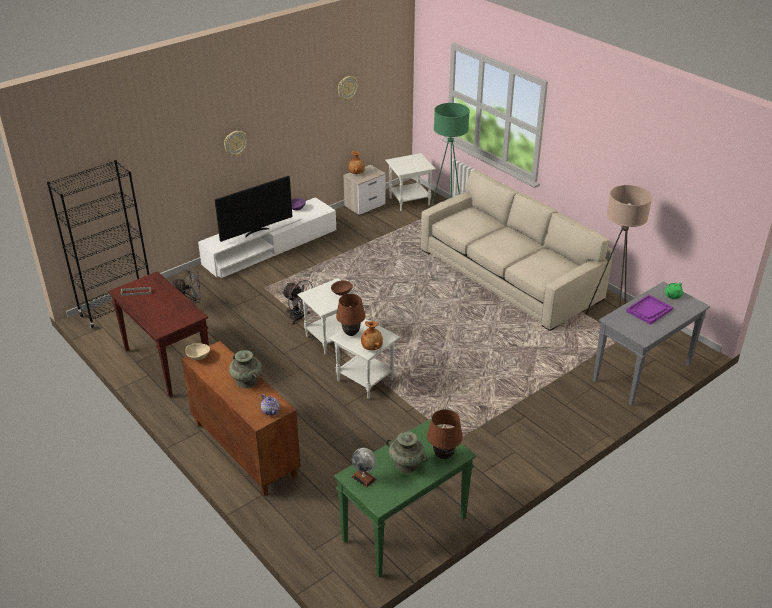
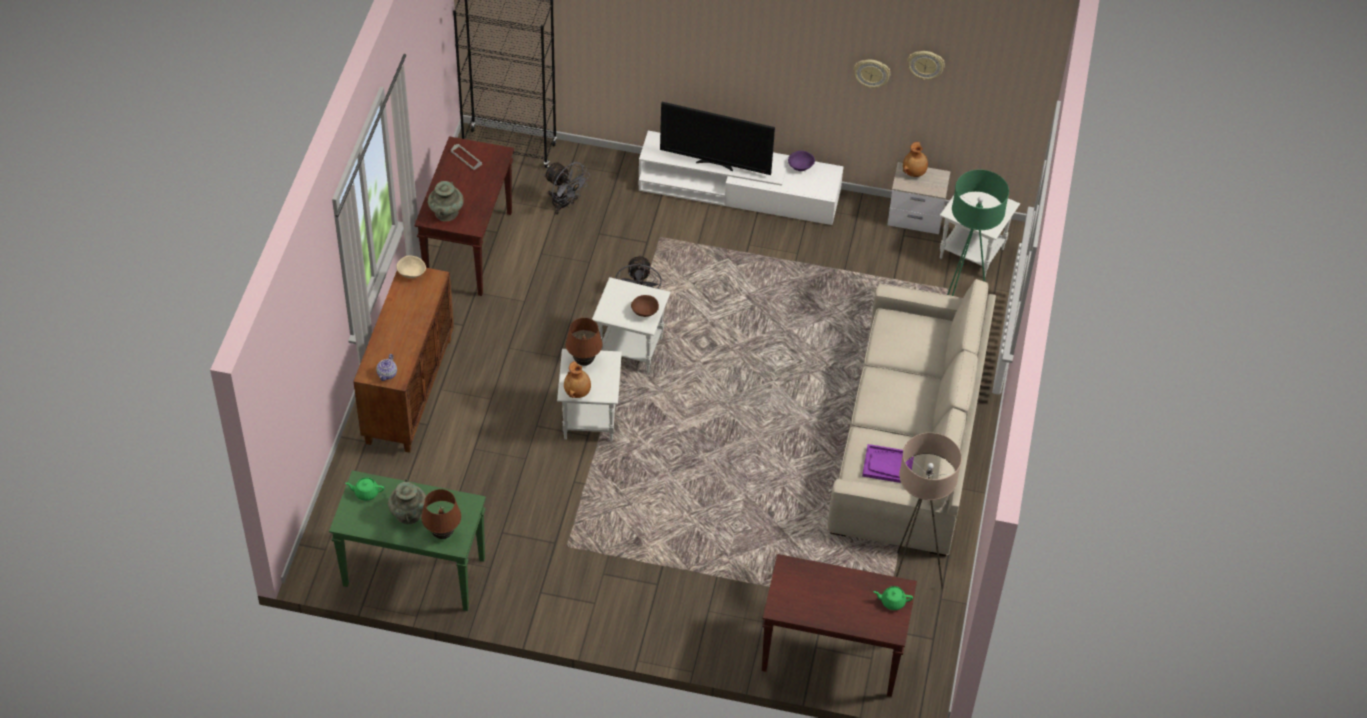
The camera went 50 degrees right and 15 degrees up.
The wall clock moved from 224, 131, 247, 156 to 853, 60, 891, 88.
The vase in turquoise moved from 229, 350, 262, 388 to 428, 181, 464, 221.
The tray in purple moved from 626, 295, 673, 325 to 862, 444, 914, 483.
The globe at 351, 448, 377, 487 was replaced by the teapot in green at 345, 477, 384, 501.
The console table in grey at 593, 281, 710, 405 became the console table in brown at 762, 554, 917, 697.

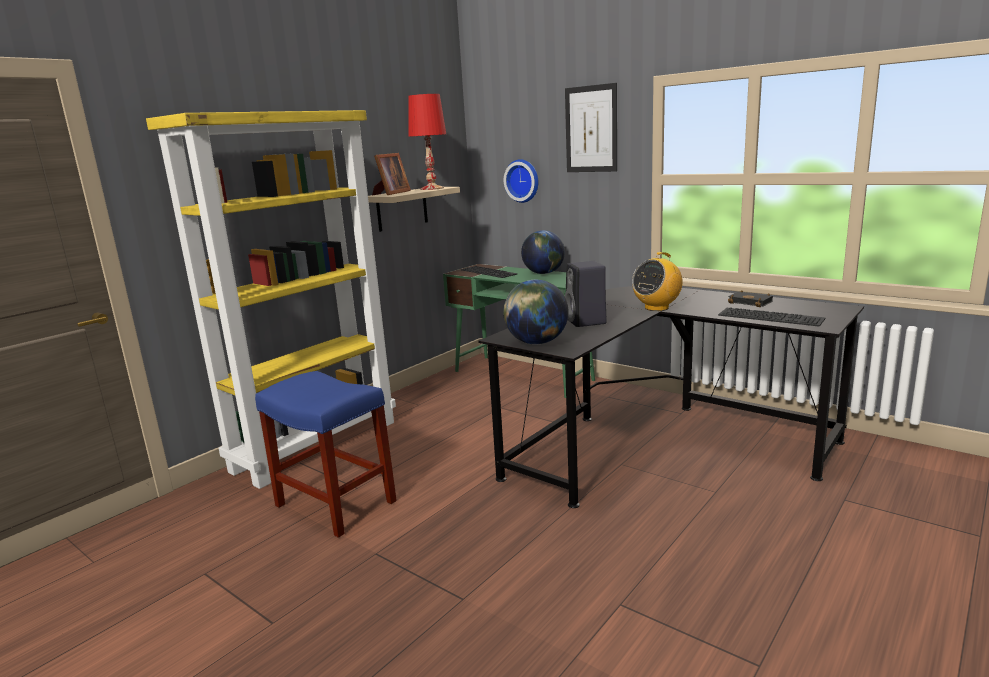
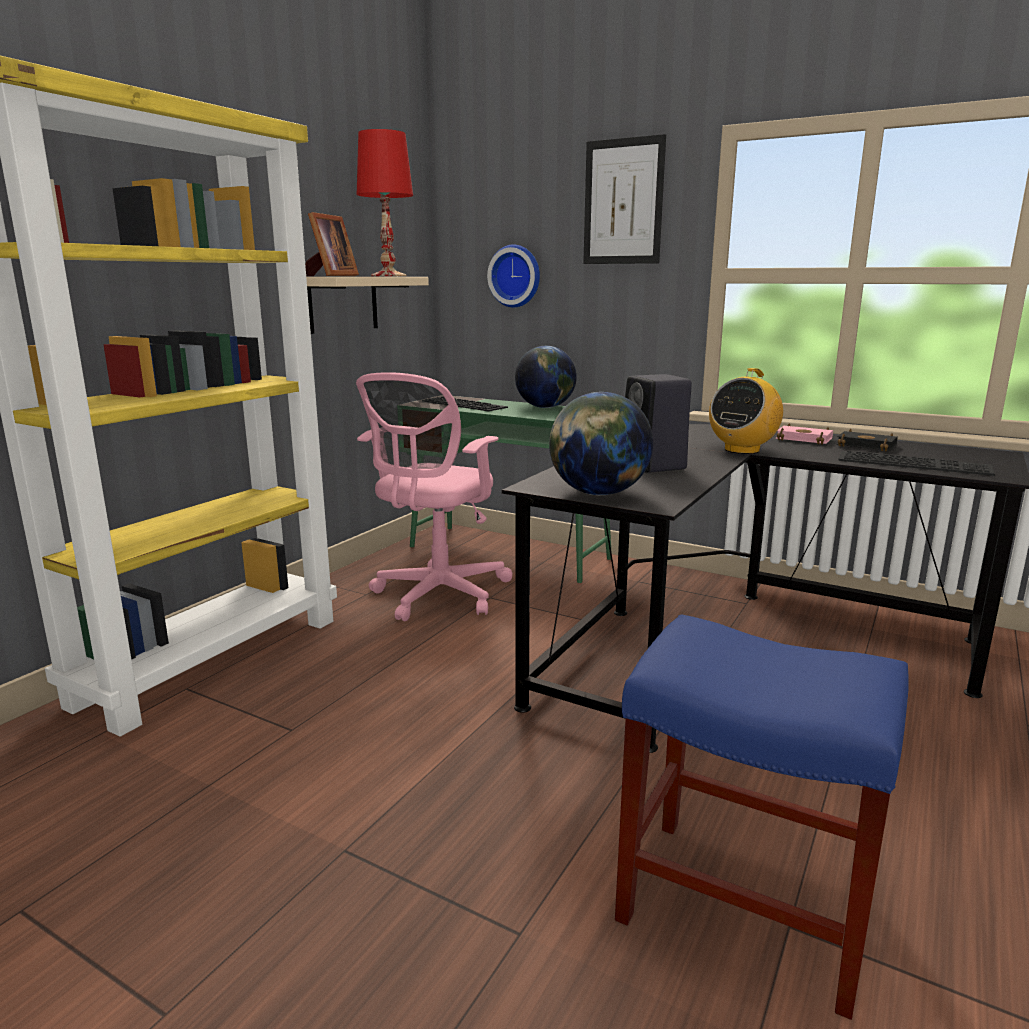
The camera went 10 degrees left and 0 degrees up.
The office chair in pink at 356, 372, 513, 621 appeared.
The book in pink at 776, 424, 833, 445 appeared.
The stool in blue moved from 255, 371, 397, 538 to 615, 614, 909, 1020.

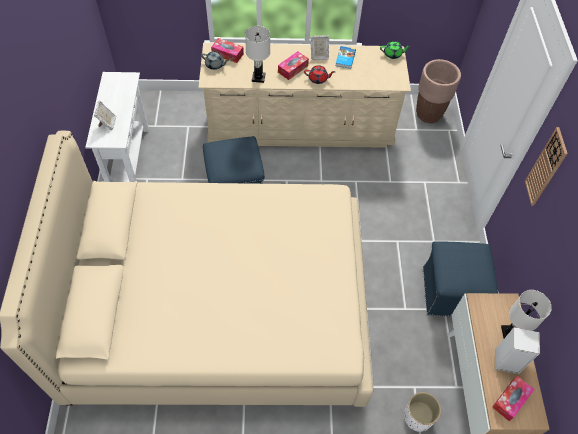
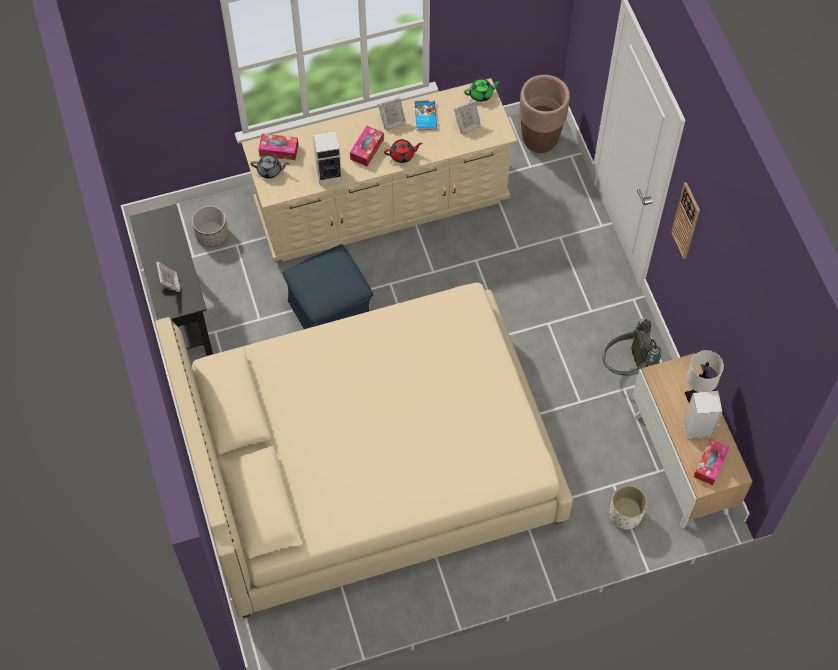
The camera went 15 degrees left and 5 degrees up.
The planter at 192, 206, 228, 247 appeared.
The picture frame at 454, 100, 481, 134 appeared.
The table lamp in white at 245, 26, 270, 83 was replaced by the speaker at 313, 131, 342, 185.
The ottoman in blue at 423, 241, 498, 316 was replaced by the backpack in grey at 602, 318, 661, 376.
The console table in white at 85, 72, 149, 182 became the console table in black at 129, 204, 213, 355.

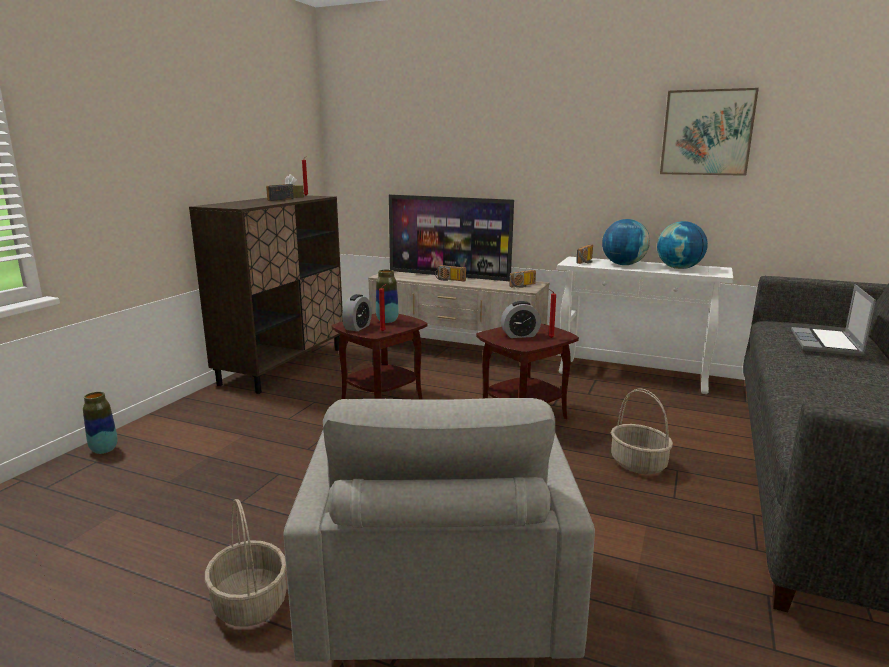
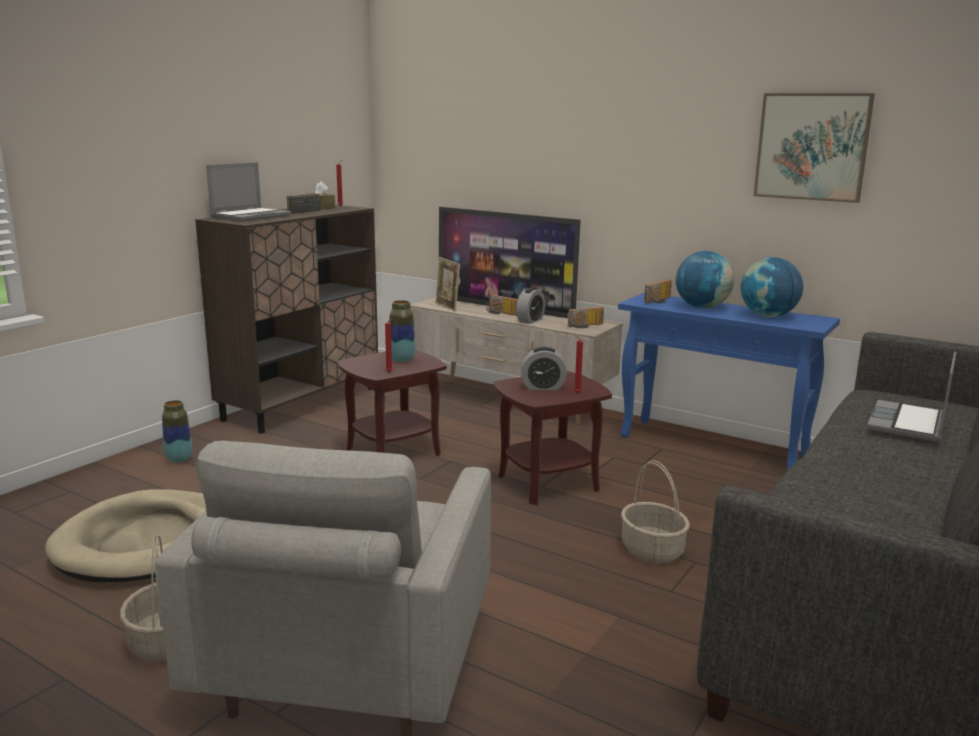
The camera went 10 degrees right and 0 degrees up.
The dog bed in beige at 45, 489, 206, 582 appeared.
The laptop at 206, 162, 291, 222 appeared.
The picture frame at 435, 257, 460, 312 appeared.
The vase moved from 83, 392, 117, 454 to 162, 400, 192, 463.
The alarm clock moved from 342, 294, 372, 331 to 516, 287, 545, 324.
The console table in white at 557, 257, 733, 394 became the console table in blue at 618, 293, 840, 470.

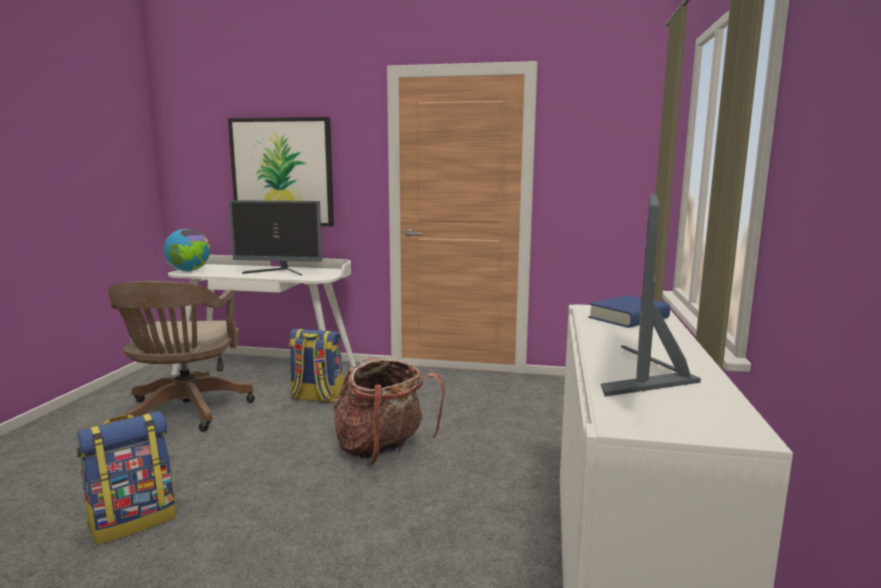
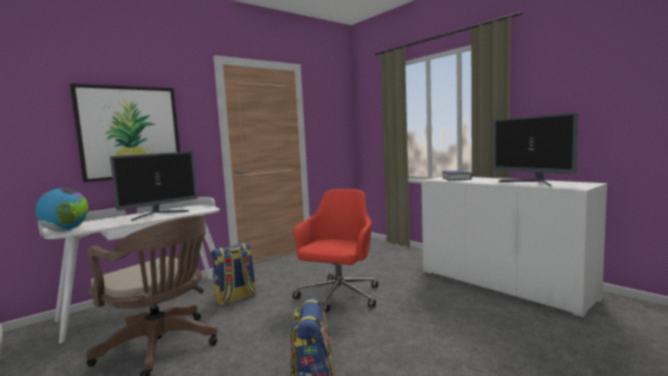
The camera went 50 degrees left and 5 degrees down.
The backpack at 333, 357, 445, 466 was replaced by the office chair in red at 293, 189, 378, 312.

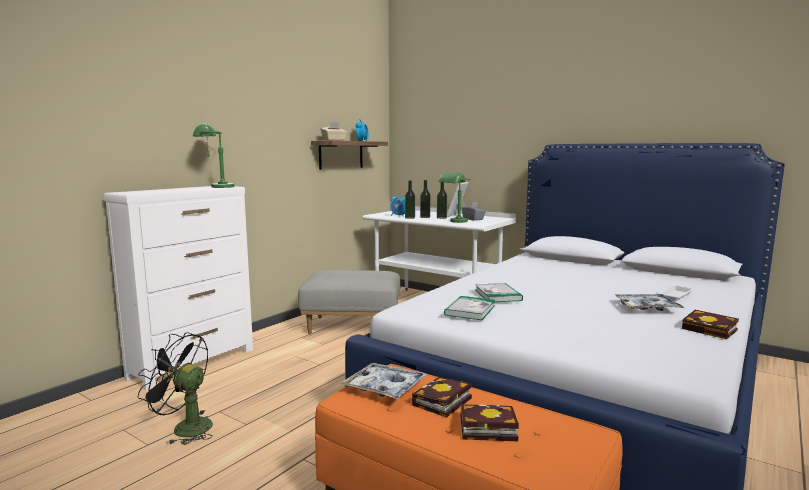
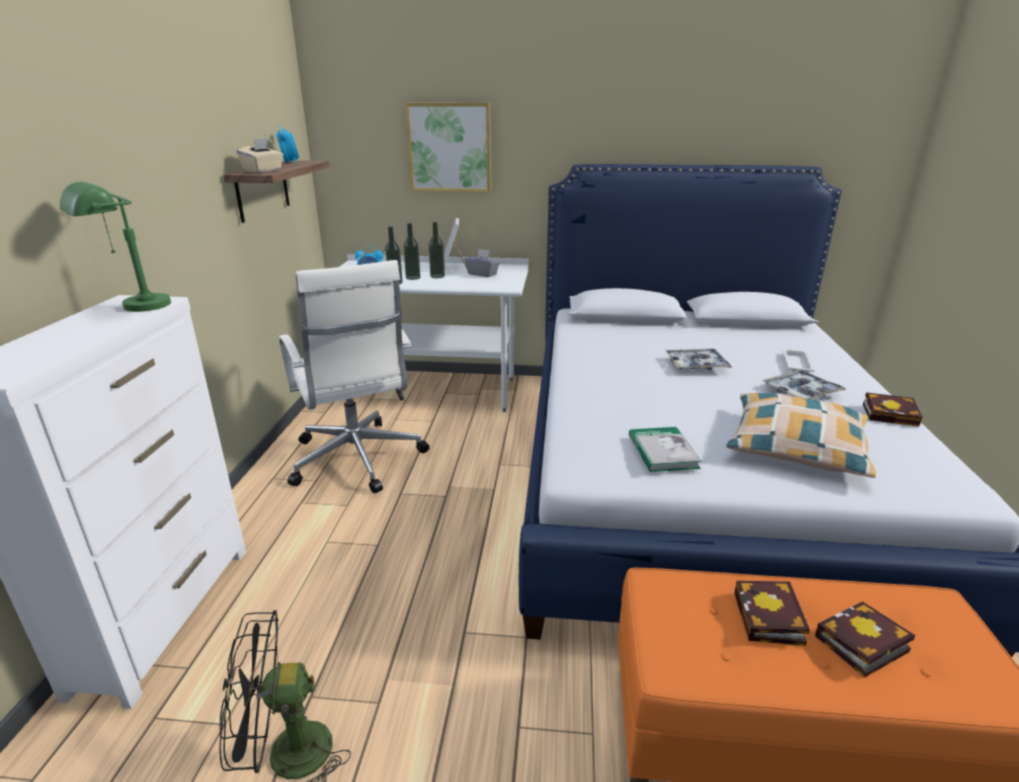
The camera went 30 degrees left and 15 degrees up.
The table lamp in green at 438, 172, 471, 223 disappeared.
The book at 475, 283, 523, 302 disappeared.
The picture at 405, 103, 491, 192 appeared.
The pillow at 726, 393, 876, 478 appeared.
The tray moved from 340, 363, 428, 399 to 665, 349, 732, 370.
The ottoman in grey at 298, 270, 400, 335 was replaced by the office chair in white at 279, 260, 430, 493.

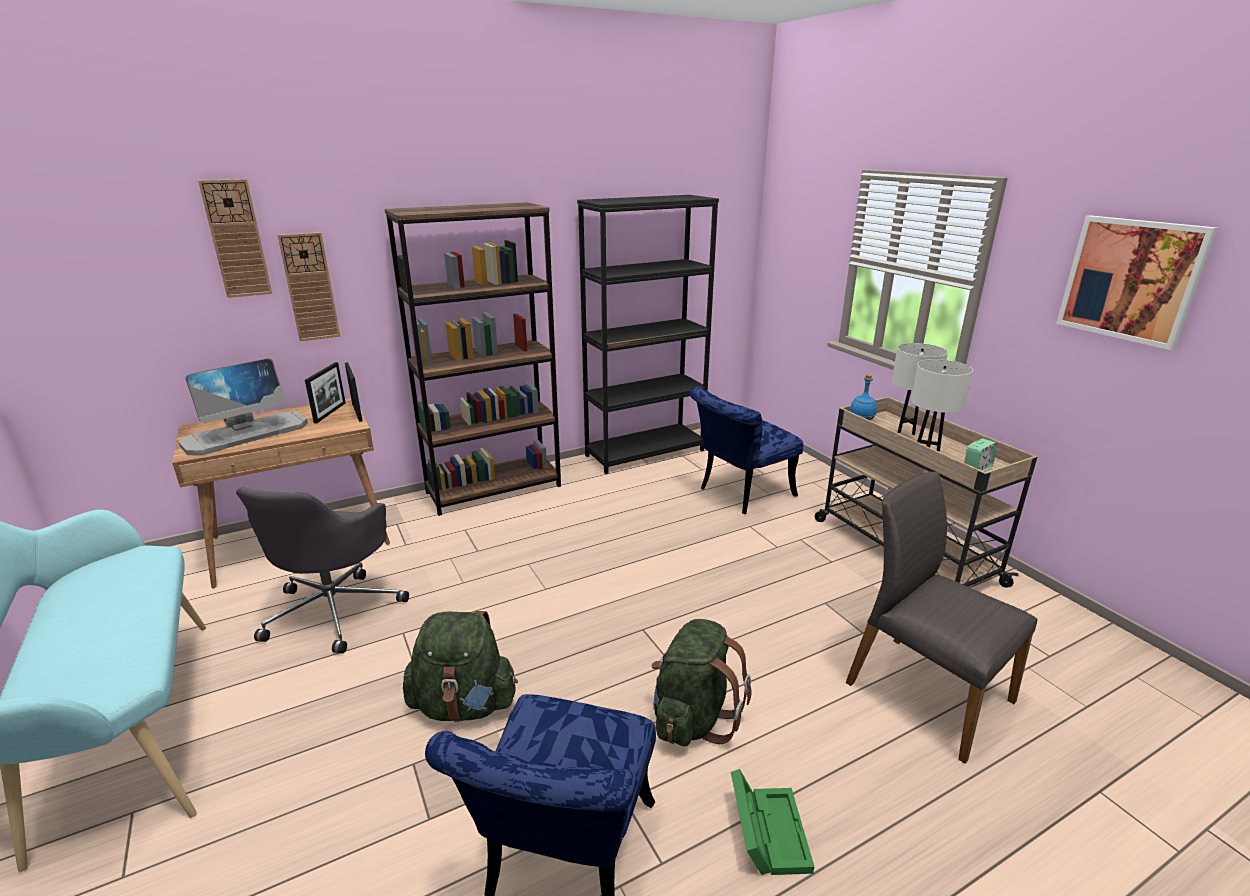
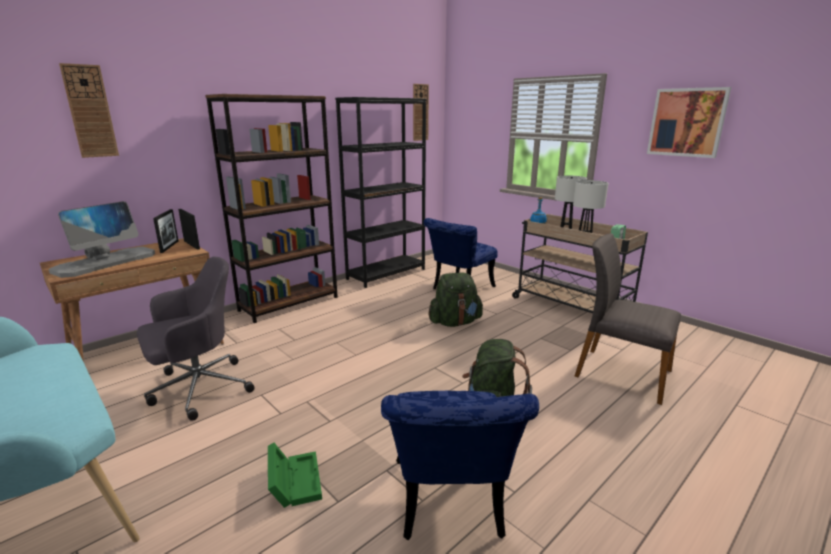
The camera went 15 degrees left and 5 degrees down.
The wall clock moved from 278, 232, 340, 341 to 413, 84, 429, 141.
The backpack in green moved from 403, 611, 518, 722 to 428, 272, 483, 327.
The storage box in green moved from 731, 769, 814, 875 to 268, 443, 322, 508.
The office chair in grey at 236, 487, 409, 654 turned 120 degrees counterclockwise.

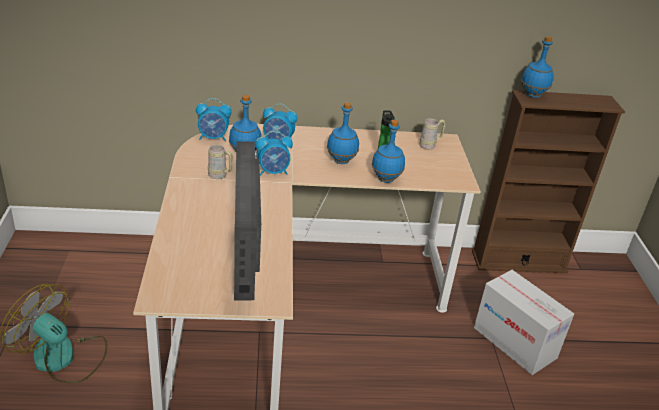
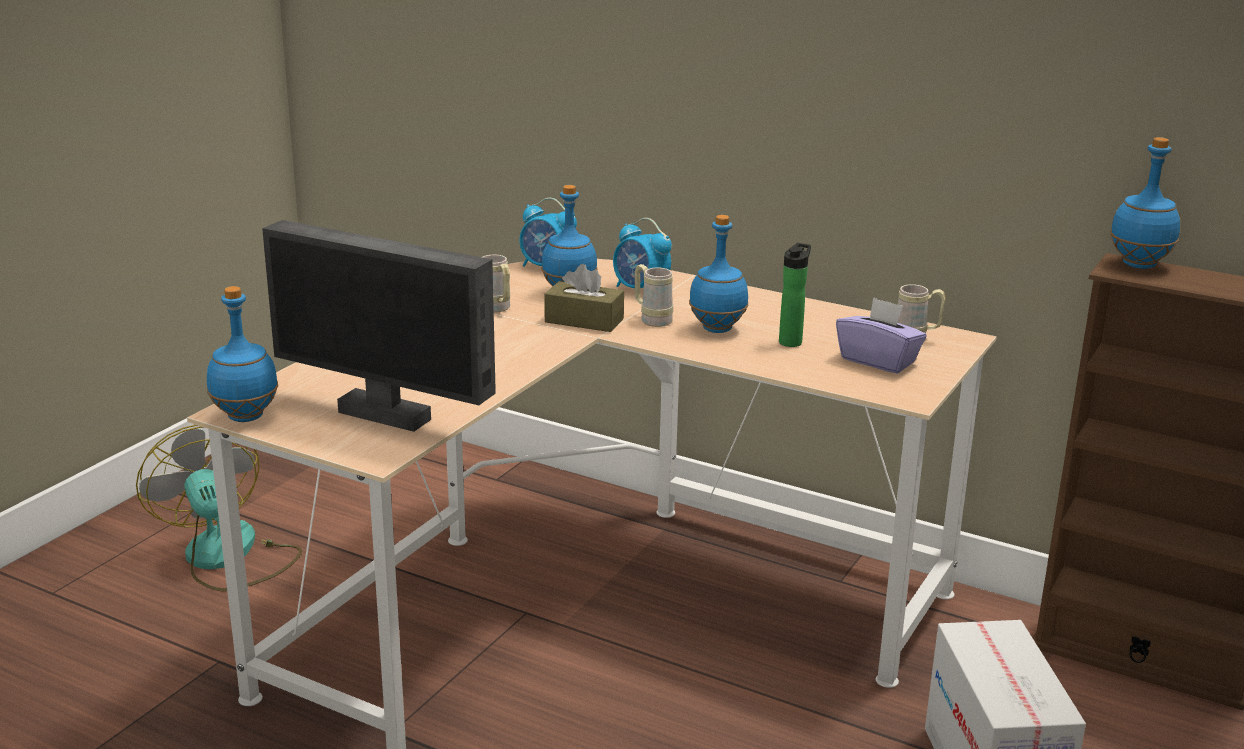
The camera went 35 degrees right and 10 degrees down.
The mug in beige at 634, 264, 673, 327 appeared.
The tissue box in purple at 836, 297, 926, 374 appeared.
The bottle in blue moved from 372, 120, 405, 183 to 207, 286, 278, 422.
The alarm clock at 255, 131, 293, 176 was replaced by the tissue box in brown at 544, 264, 624, 332.
The monitor at 234, 141, 261, 300 turned 90 degrees counterclockwise.

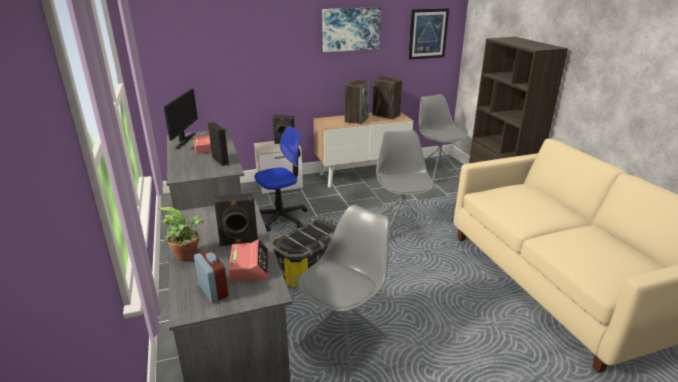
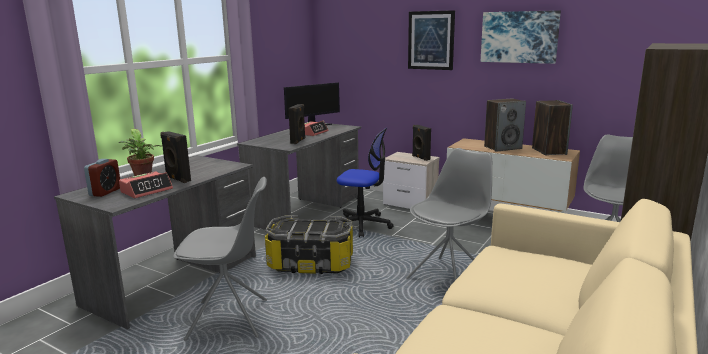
The camera went 50 degrees right and 10 degrees down.
The picture moved from 408, 8, 449, 60 to 408, 10, 455, 70.

